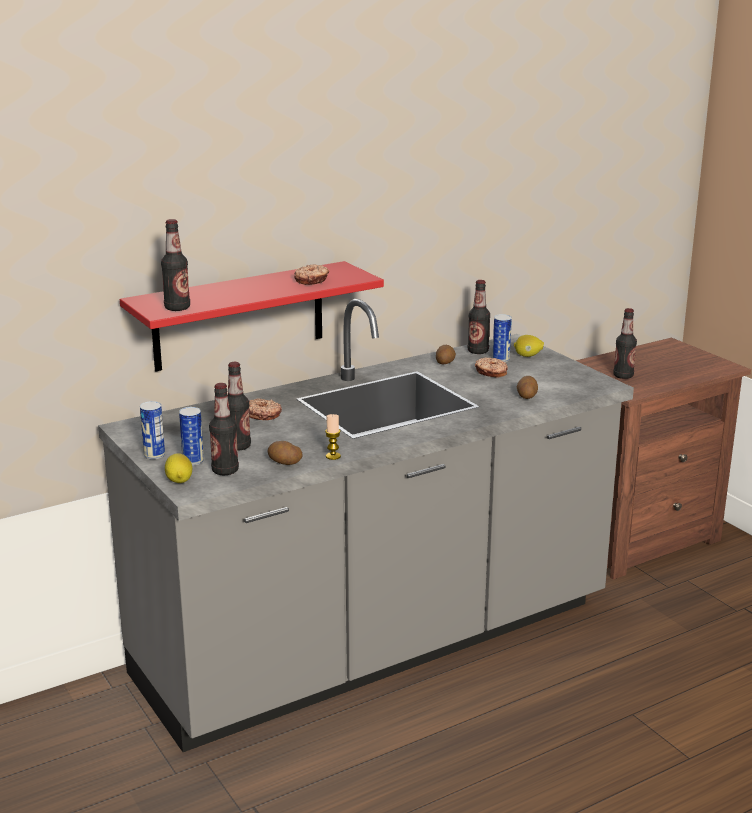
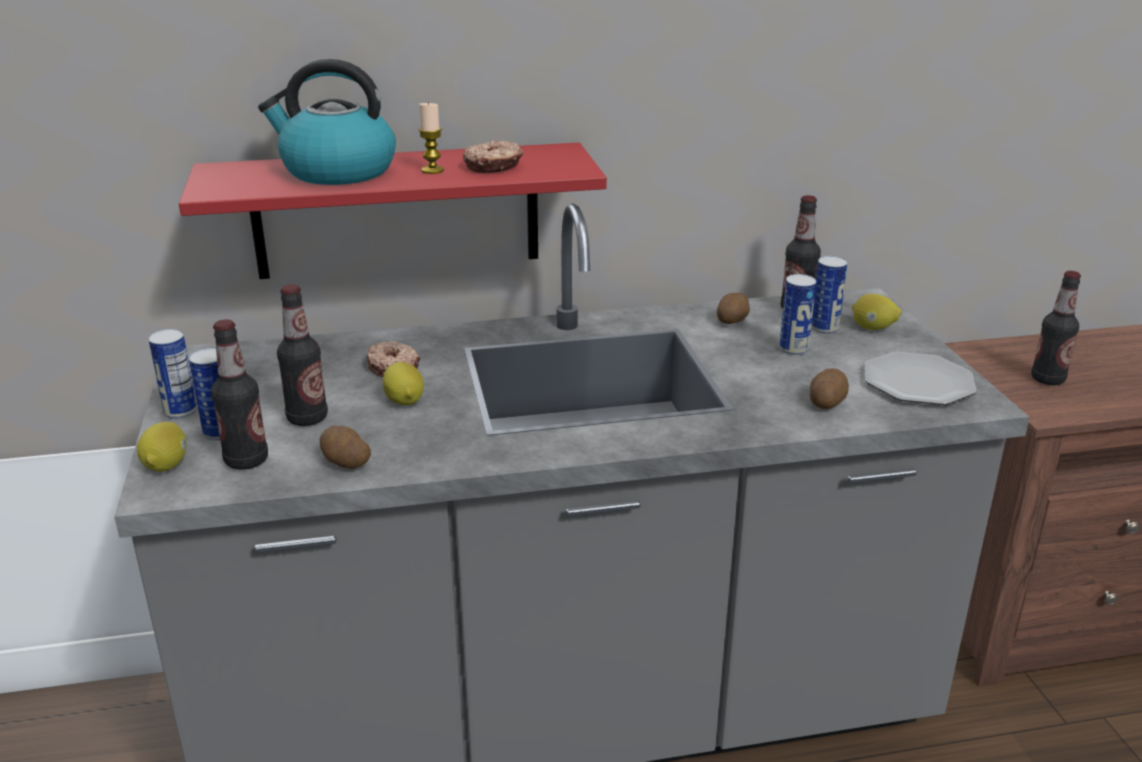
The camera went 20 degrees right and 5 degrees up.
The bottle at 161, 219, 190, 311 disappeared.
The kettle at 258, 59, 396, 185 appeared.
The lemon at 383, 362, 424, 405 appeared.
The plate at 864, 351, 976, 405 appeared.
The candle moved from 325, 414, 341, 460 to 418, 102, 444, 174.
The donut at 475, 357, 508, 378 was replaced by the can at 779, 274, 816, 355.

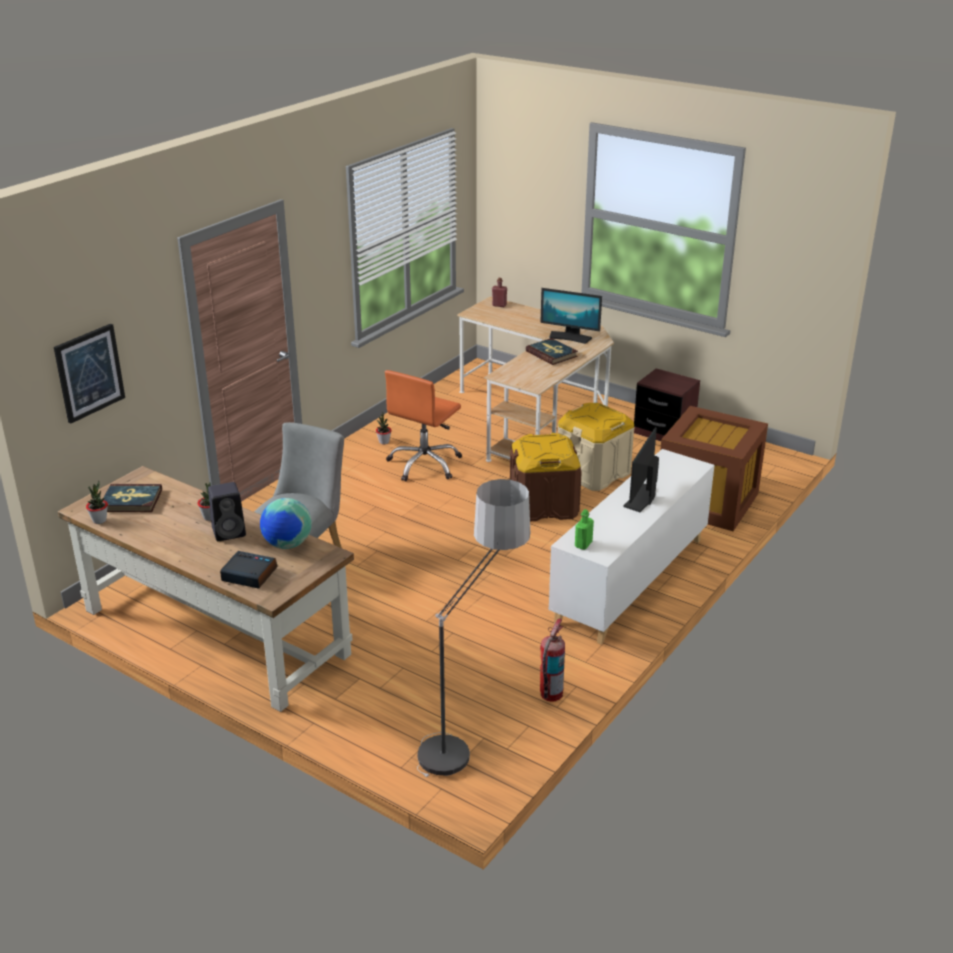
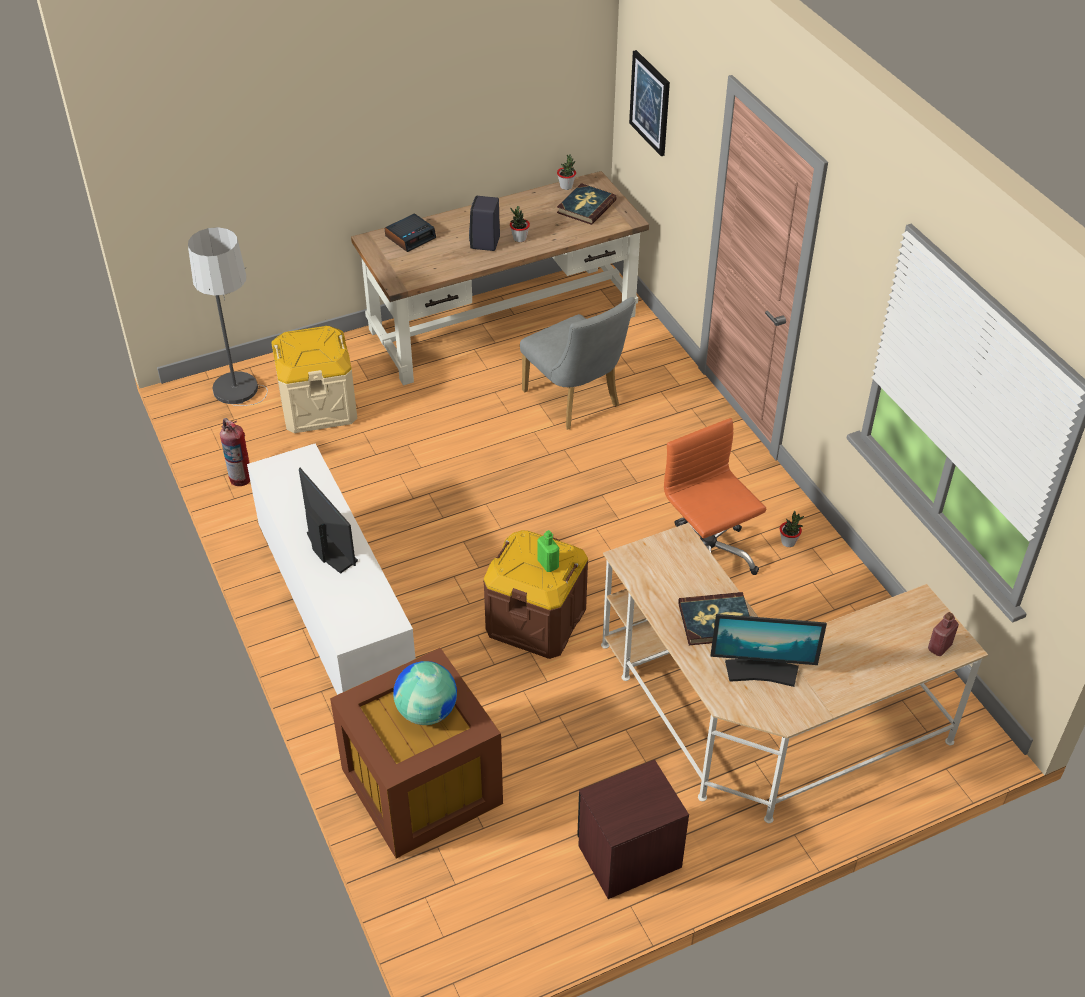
The camera went 120 degrees right and 15 degrees up.
The globe moved from 260, 498, 312, 549 to 393, 661, 457, 725.
The storage box in beige moved from 558, 403, 634, 491 to 271, 326, 357, 433.
The bottle in green moved from 575, 509, 594, 550 to 537, 530, 559, 572.
The monitor at 540, 288, 602, 344 turned 135 degrees counterclockwise.

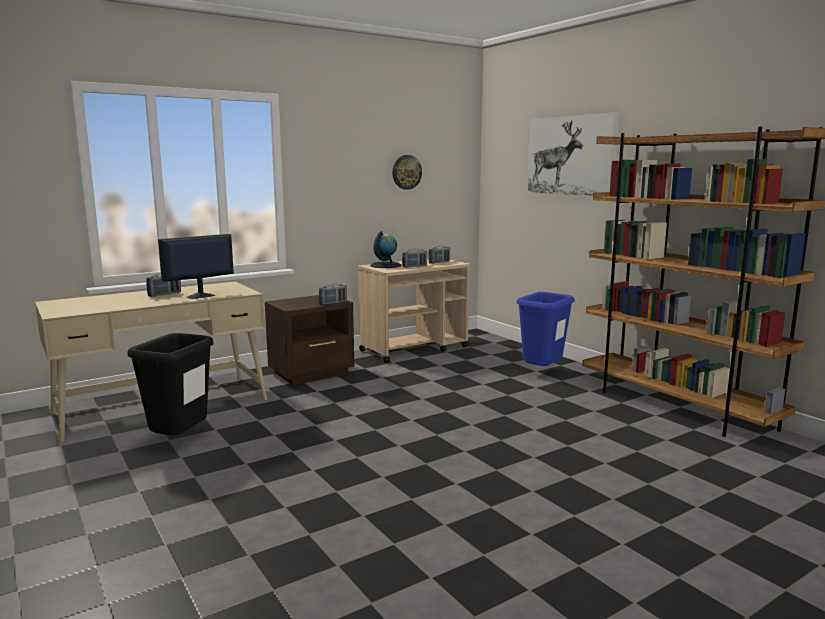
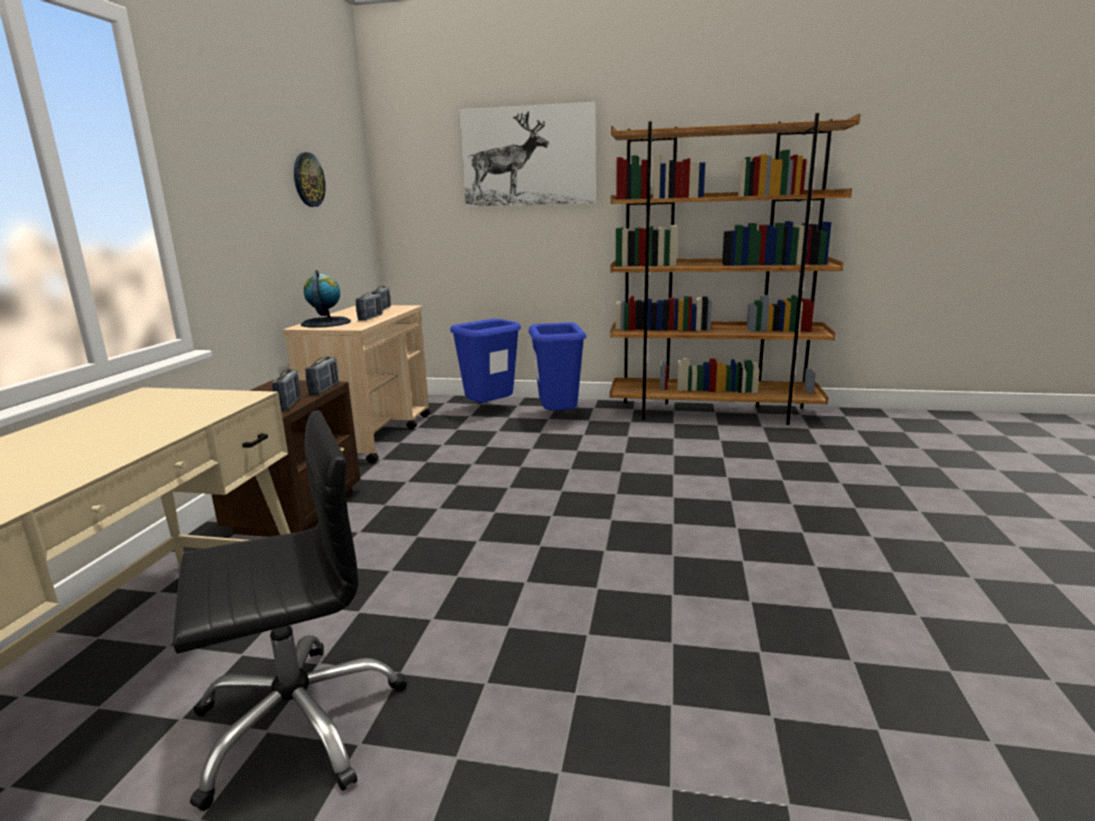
The camera went 45 degrees left and 5 degrees up.
The monitor at 158, 234, 234, 299 disappeared.
The trash can in blue at 450, 319, 521, 403 appeared.
The radio moved from 146, 273, 181, 297 to 272, 369, 301, 411.
The trash can in black at 127, 333, 213, 435 was replaced by the office chair in black at 173, 410, 407, 811.

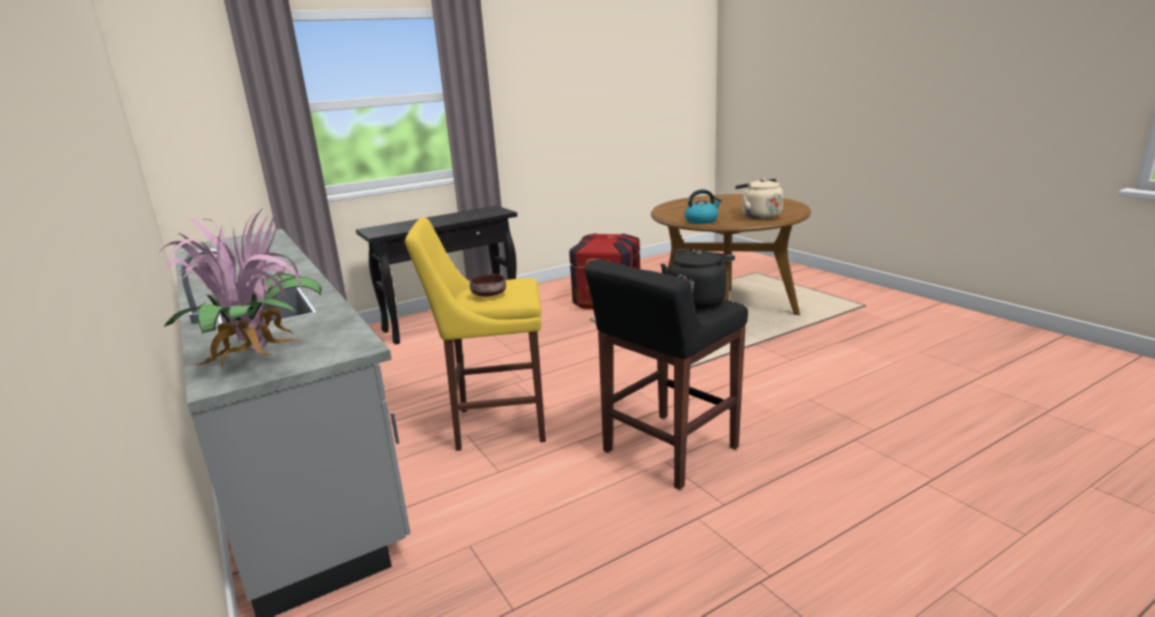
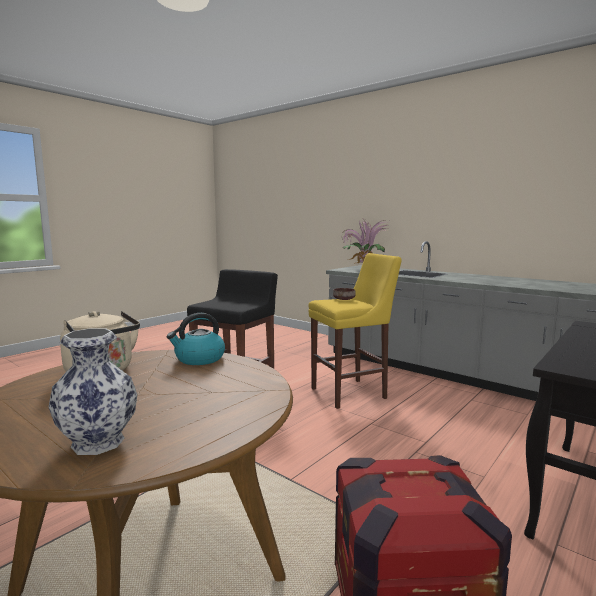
The camera went 160 degrees right and 10 degrees down.
The kettle in black at 660, 249, 735, 309 disappeared.
The vase at 49, 328, 138, 455 appeared.

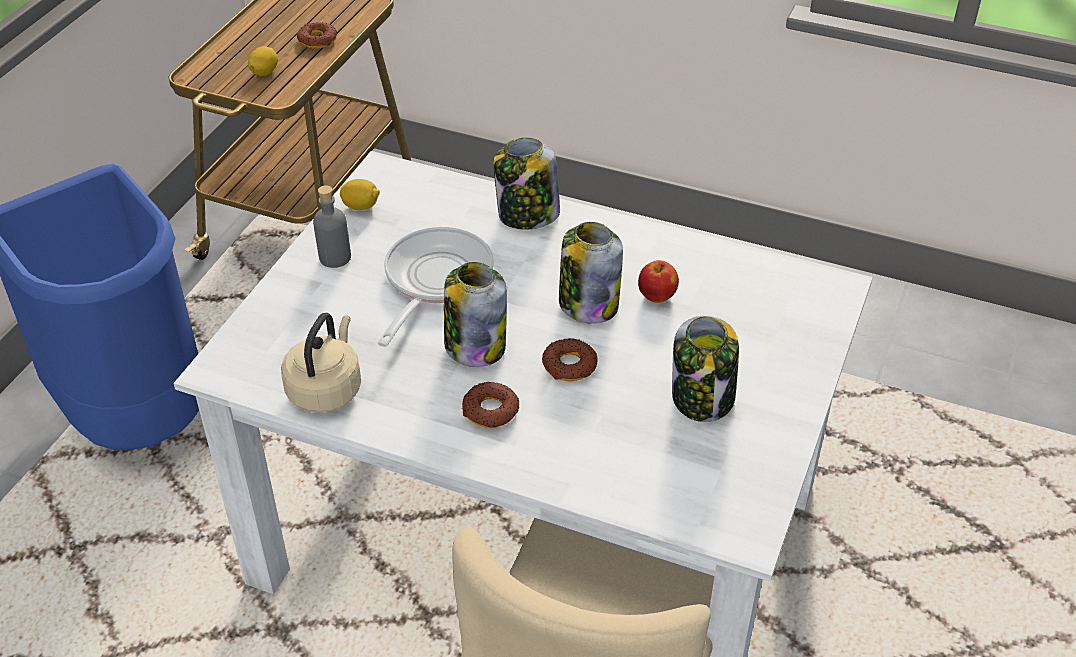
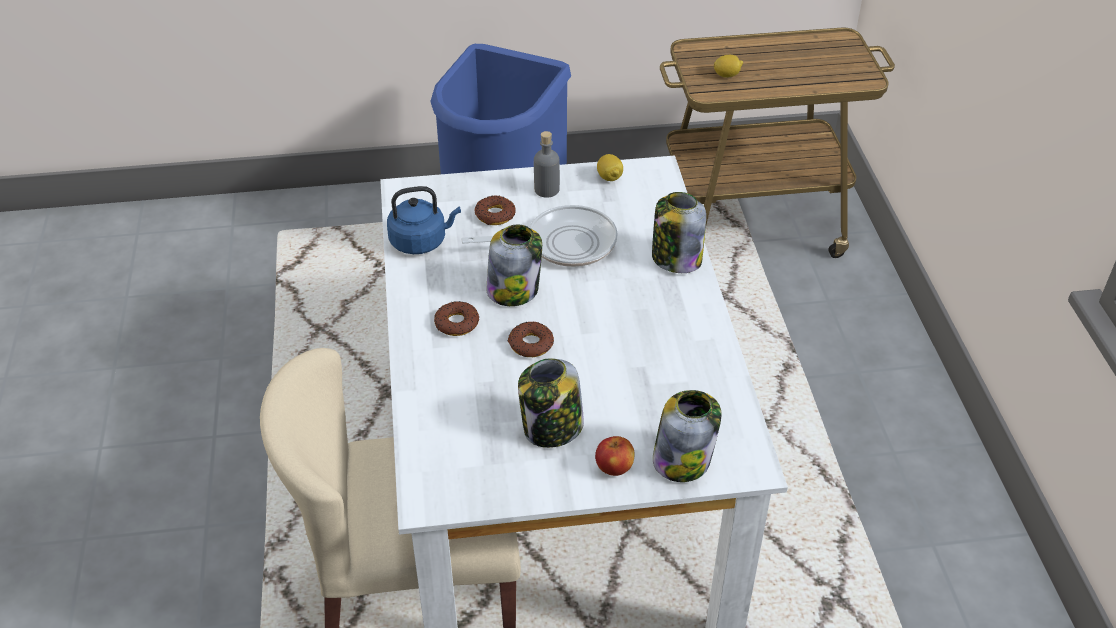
The camera went 60 degrees right and 0 degrees up.
The donut moved from 297, 22, 337, 49 to 475, 196, 516, 225.
The jar moved from 559, 222, 623, 324 to 653, 390, 722, 482.
The apple moved from 638, 260, 679, 303 to 595, 436, 635, 476.
The kettle in beige at 281, 313, 361, 412 became the kettle in blue at 387, 186, 461, 254.

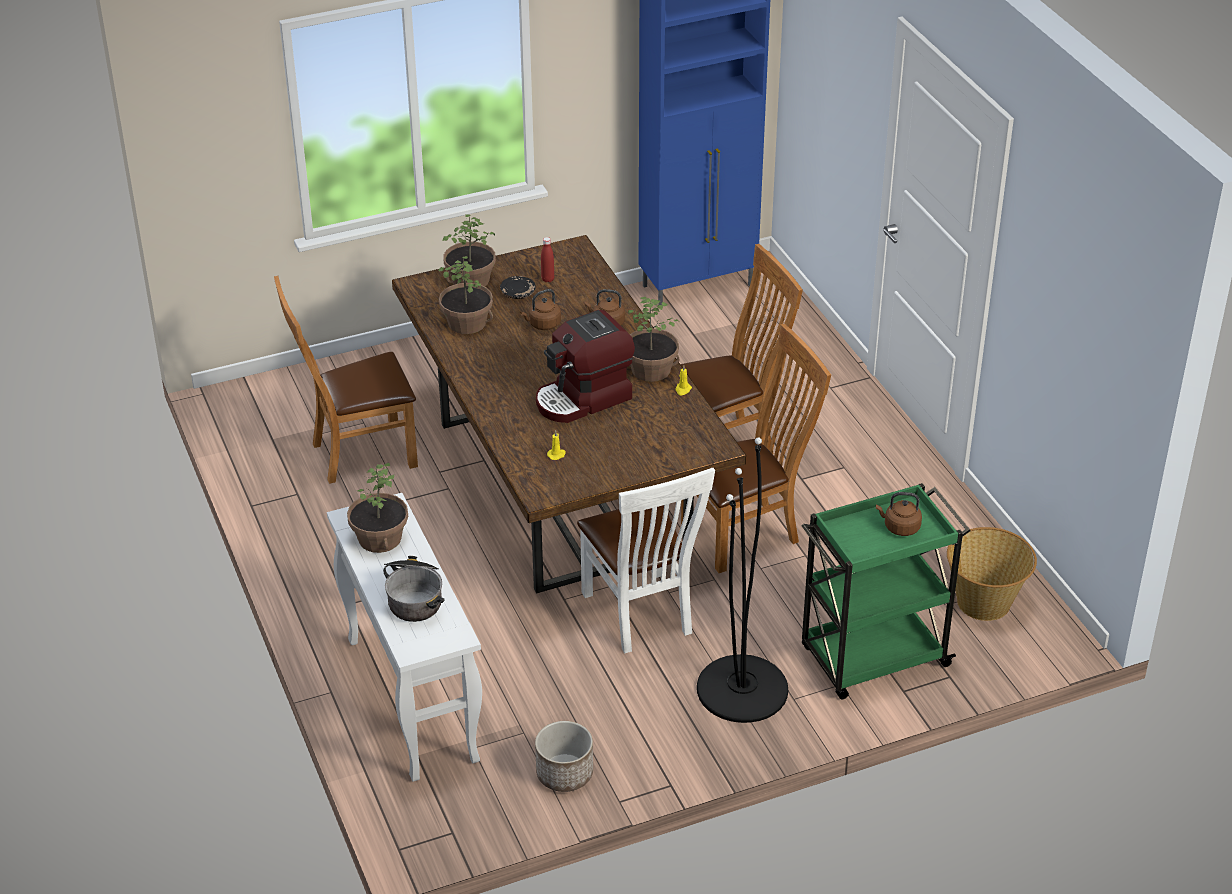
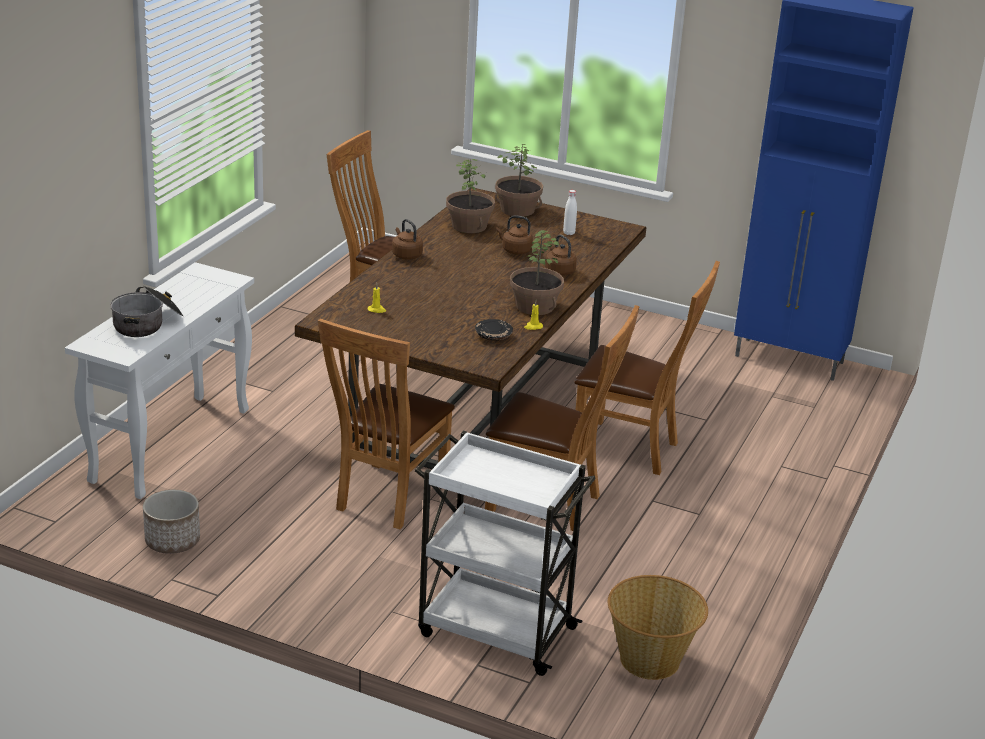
The camera went 45 degrees right and 10 degrees down.
The potted plant at 347, 463, 408, 553 disappeared.
The coffee machine at 536, 310, 635, 423 disappeared.
The floor lamp in black at 697, 437, 788, 723 disappeared.
The plate in black moved from 500, 276, 536, 299 to 475, 319, 513, 340.
The kettle in brown moved from 876, 492, 922, 536 to 392, 219, 423, 260.
The bottle in red at 541, 237, 554, 282 became the bottle in white at 563, 190, 577, 235.
The chair in white at 577, 468, 715, 654 became the chair in brown at 318, 318, 455, 529.
The cart in green at 802, 483, 971, 699 became the cart in white at 415, 430, 596, 676.

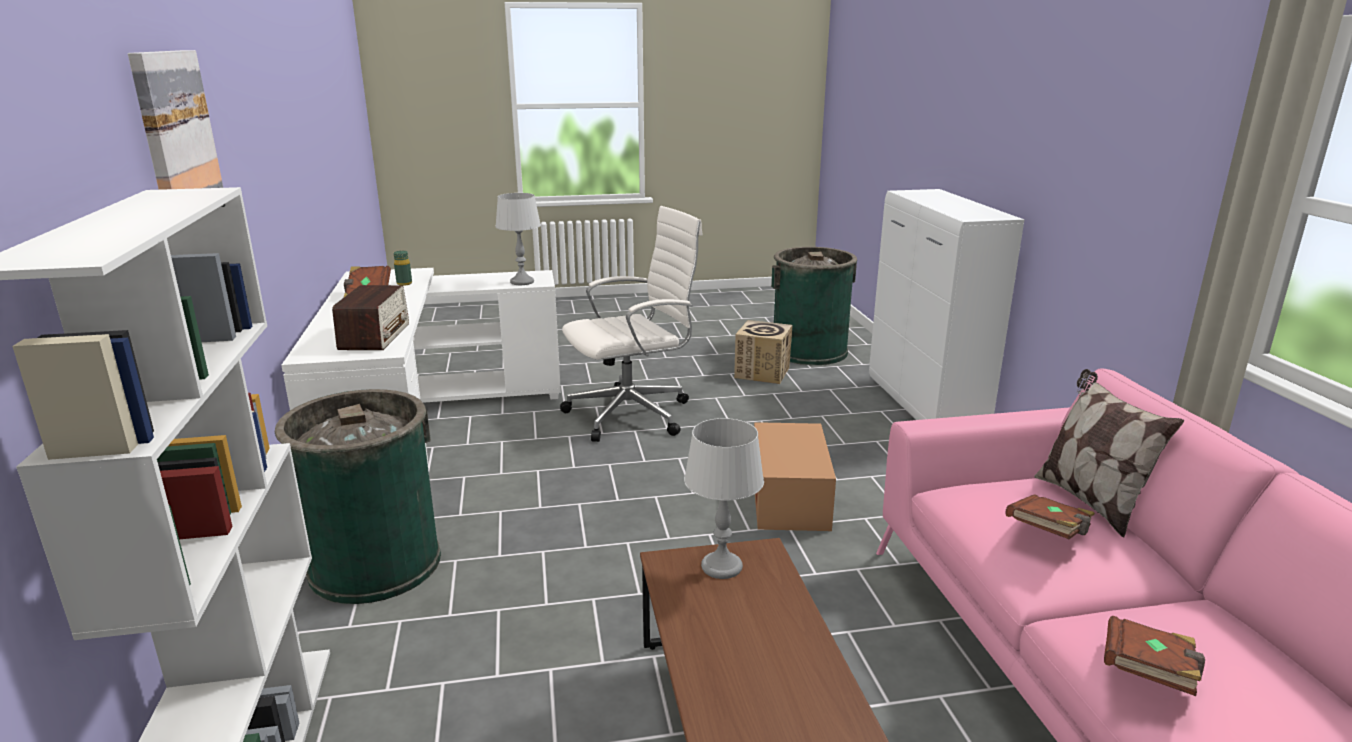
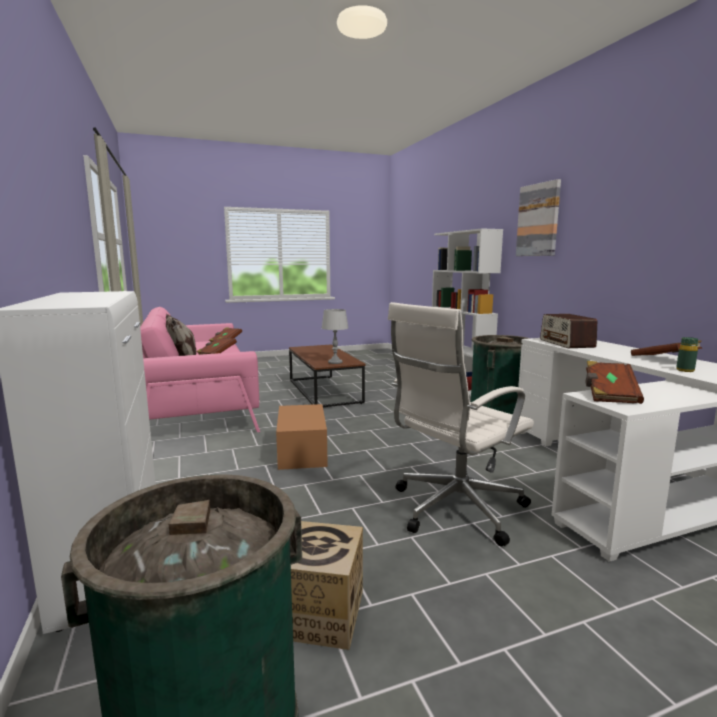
The camera went 170 degrees right and 10 degrees down.
The table lamp in grey at 495, 193, 541, 285 was replaced by the book in brown at 586, 361, 644, 404.

